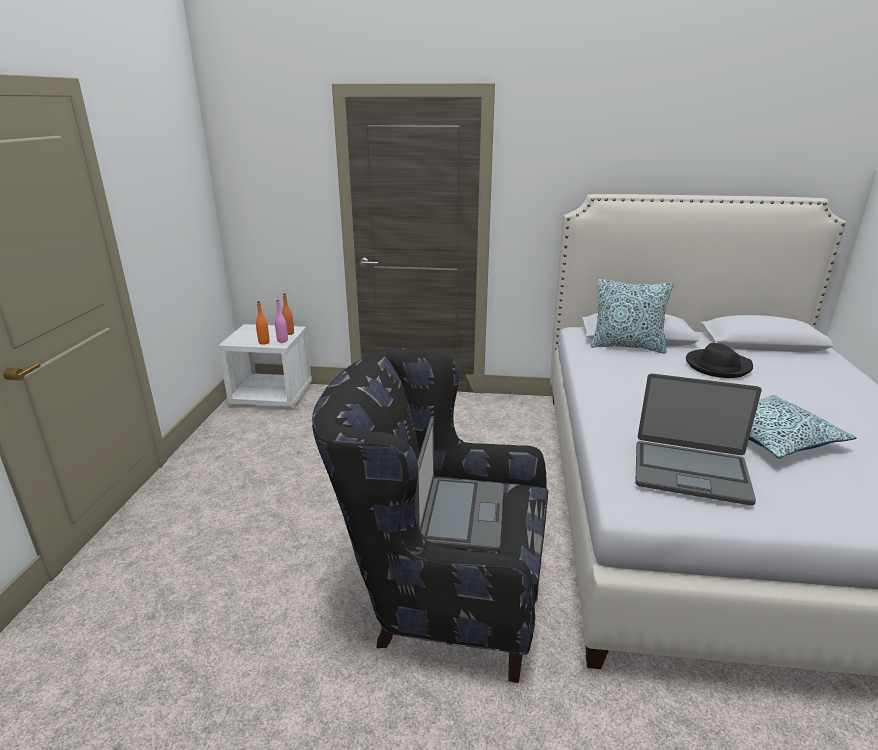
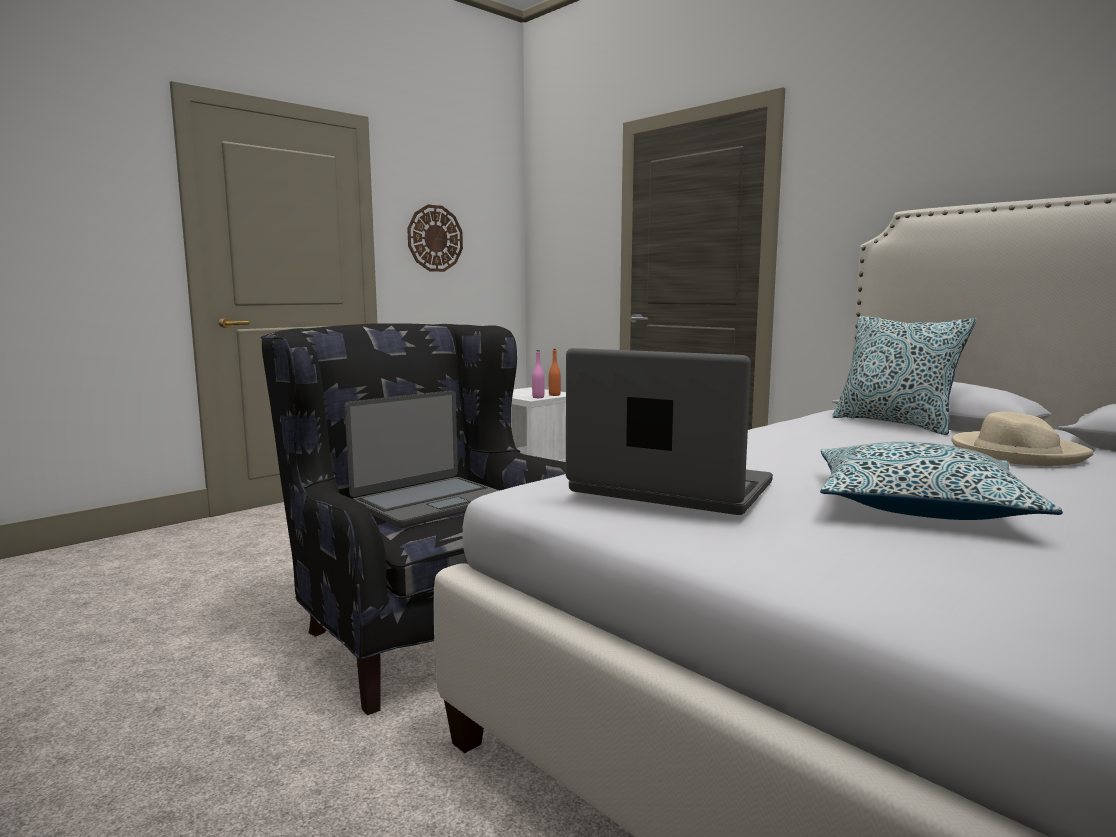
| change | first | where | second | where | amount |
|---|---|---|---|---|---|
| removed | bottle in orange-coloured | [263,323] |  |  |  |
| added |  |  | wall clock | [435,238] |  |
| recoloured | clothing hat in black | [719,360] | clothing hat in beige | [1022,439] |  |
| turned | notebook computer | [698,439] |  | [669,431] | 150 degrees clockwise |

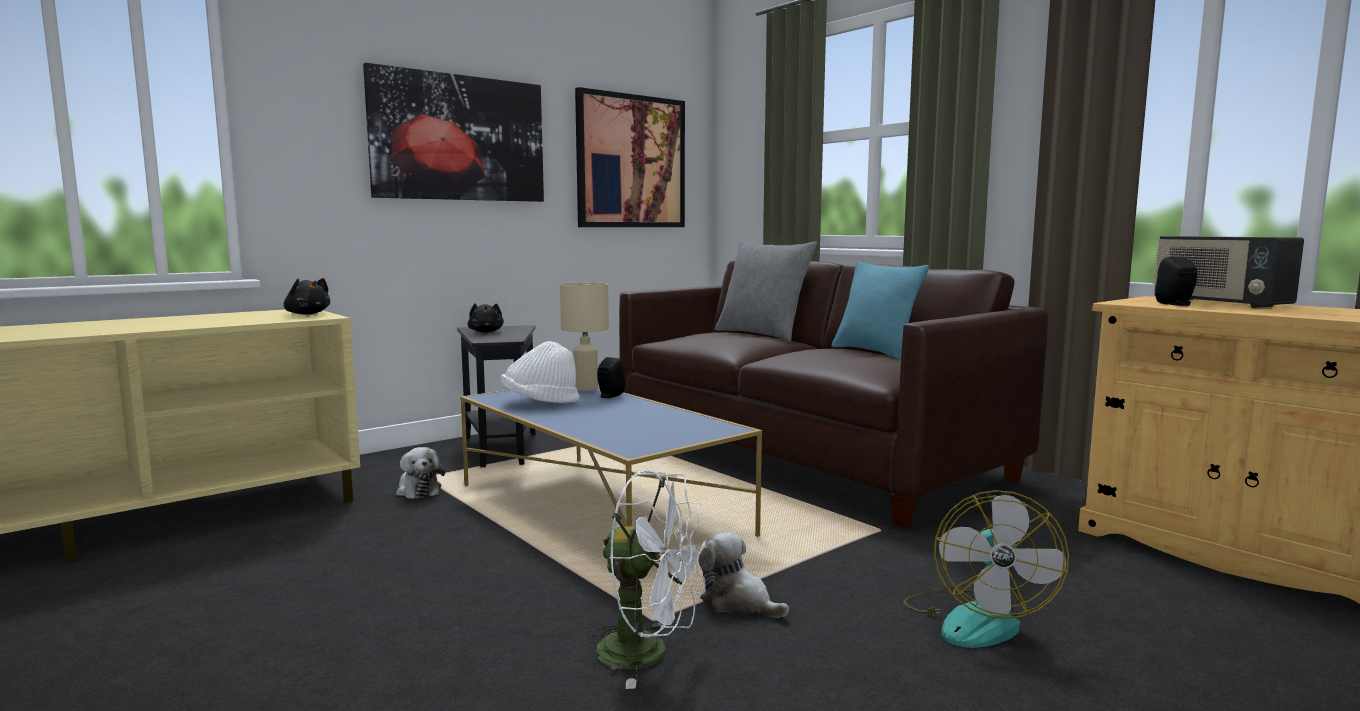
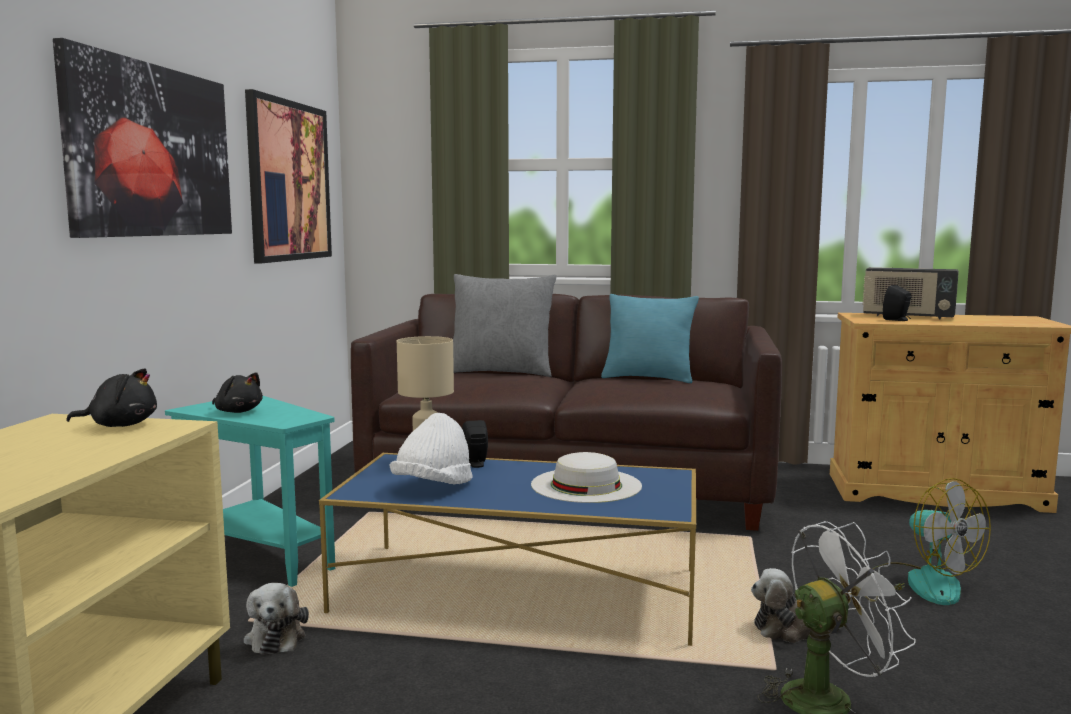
| change | first | where | second | where | amount |
|---|---|---|---|---|---|
| added |  |  | clothing hat in white | [586,477] |  |
| recoloured | accent table in black | [496,396] | accent table in turquoise | [250,491] |  |
| turned | plush toy | [420,473] |  | [276,619] | 60 degrees clockwise |

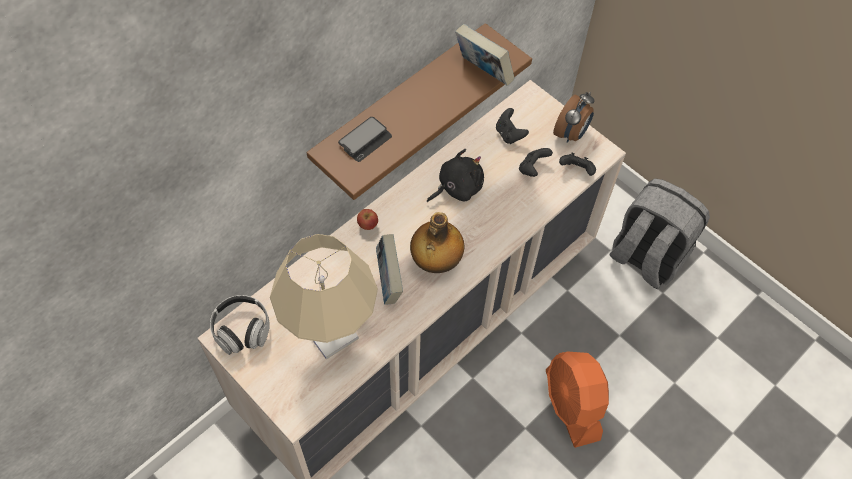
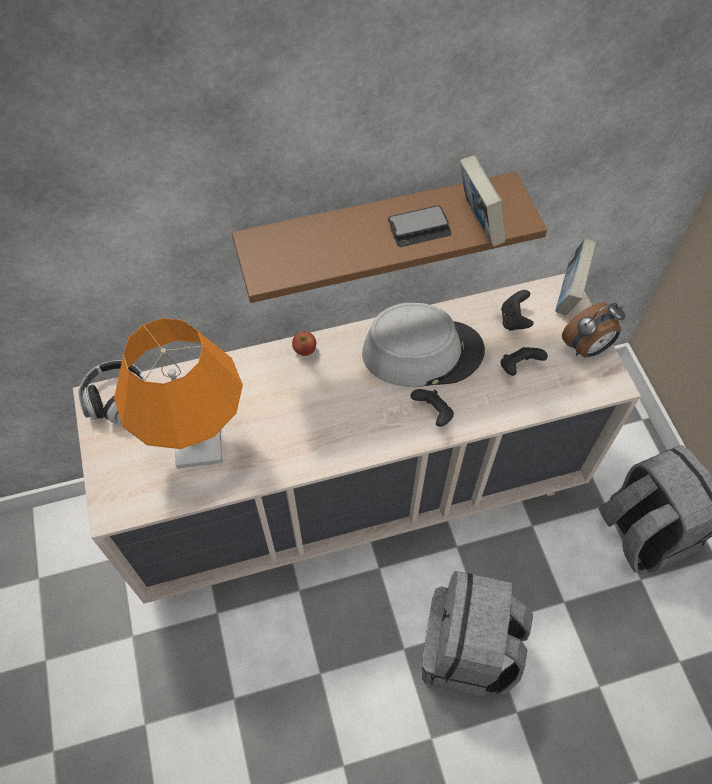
| change | first | where | second | where | amount |
|---|---|---|---|---|---|
| removed | bottle | [437,242] |  |  |  |
| moved | phone | [365,139] |  | [419,226] |  |
| moved | bound book | [389,269] |  | [575,277] |  |
| moved | game controller in black | [577,164] |  | [432,408] |  |
| replaced | plush toy in black | [455,175] | clothing hat in greyish | [423,344] |  |
| replaced | fan in orange-coloured | [577,399] | knapsack in greyish | [477,634] |  |
| recoloured | lamp for a table in beige | [324,296] | lamp for a table in orange-coloured | [178,393] |  |

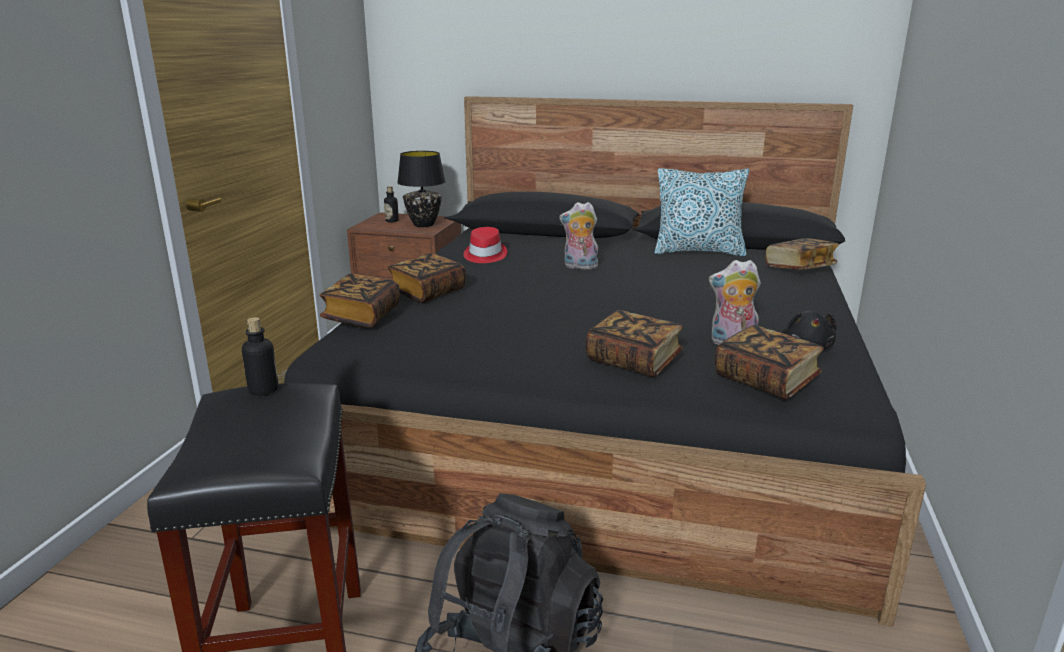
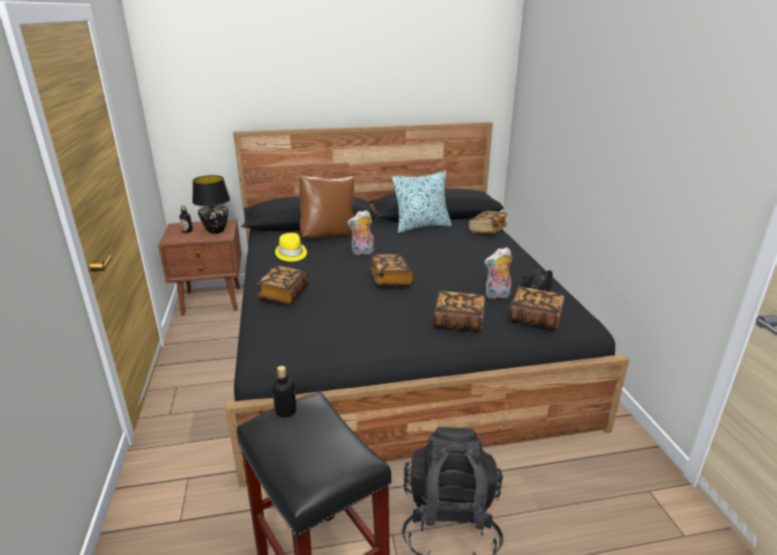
| change | first | where | second | where | amount |
|---|---|---|---|---|---|
| added |  |  | throw pillow in brown-coloured | [326,206] |  |
| moved | bound book | [359,301] |  | [392,270] |  |
| recoloured | clothing hat in reddish | [485,245] | clothing hat in yellowish | [291,247] |  |

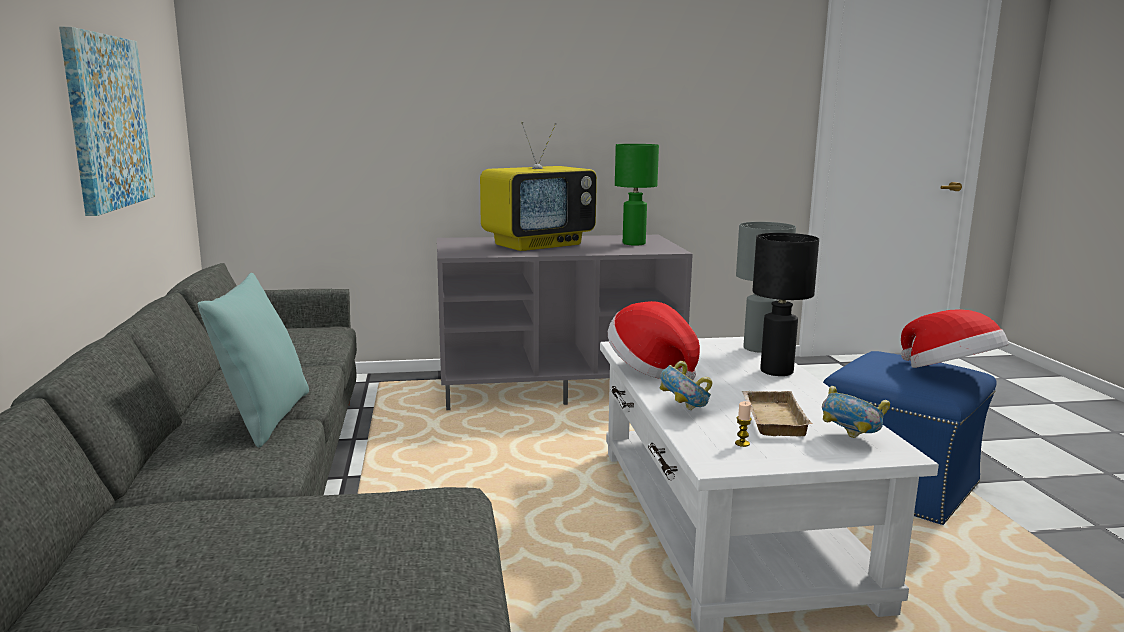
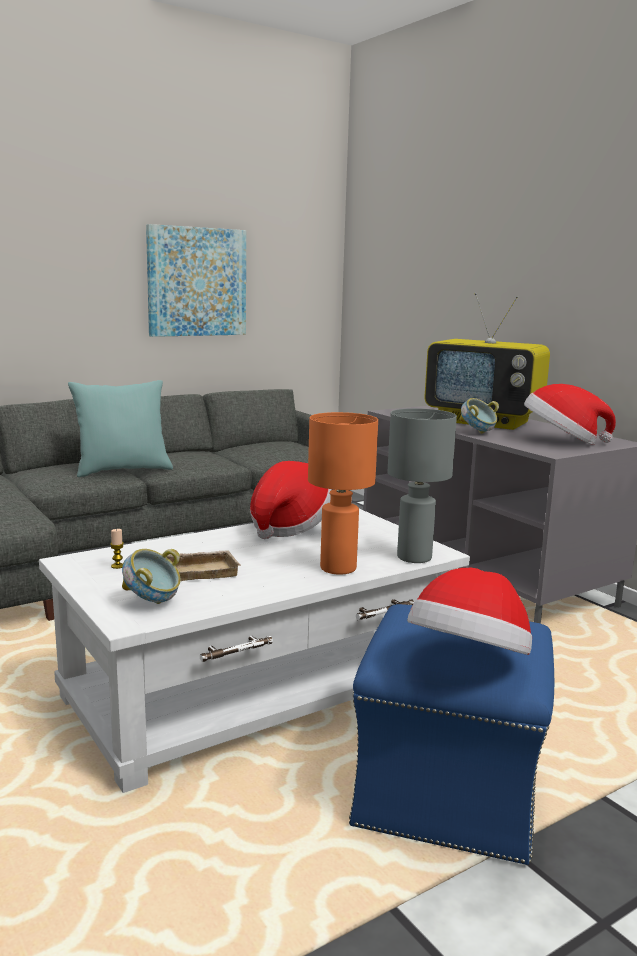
| change | first | where | second | where | amount |
|---|---|---|---|---|---|
| moved | bowl | [686,385] |  | [479,416] |  |
| replaced | lamp for a table in greenish | [637,195] | clothing hat | [570,414] |  |
| recoloured | lamp for a table in black | [786,304] | lamp for a table in orange-coloured | [343,493] |  |

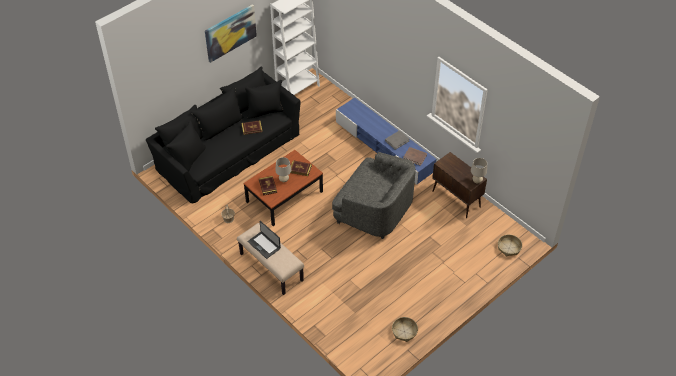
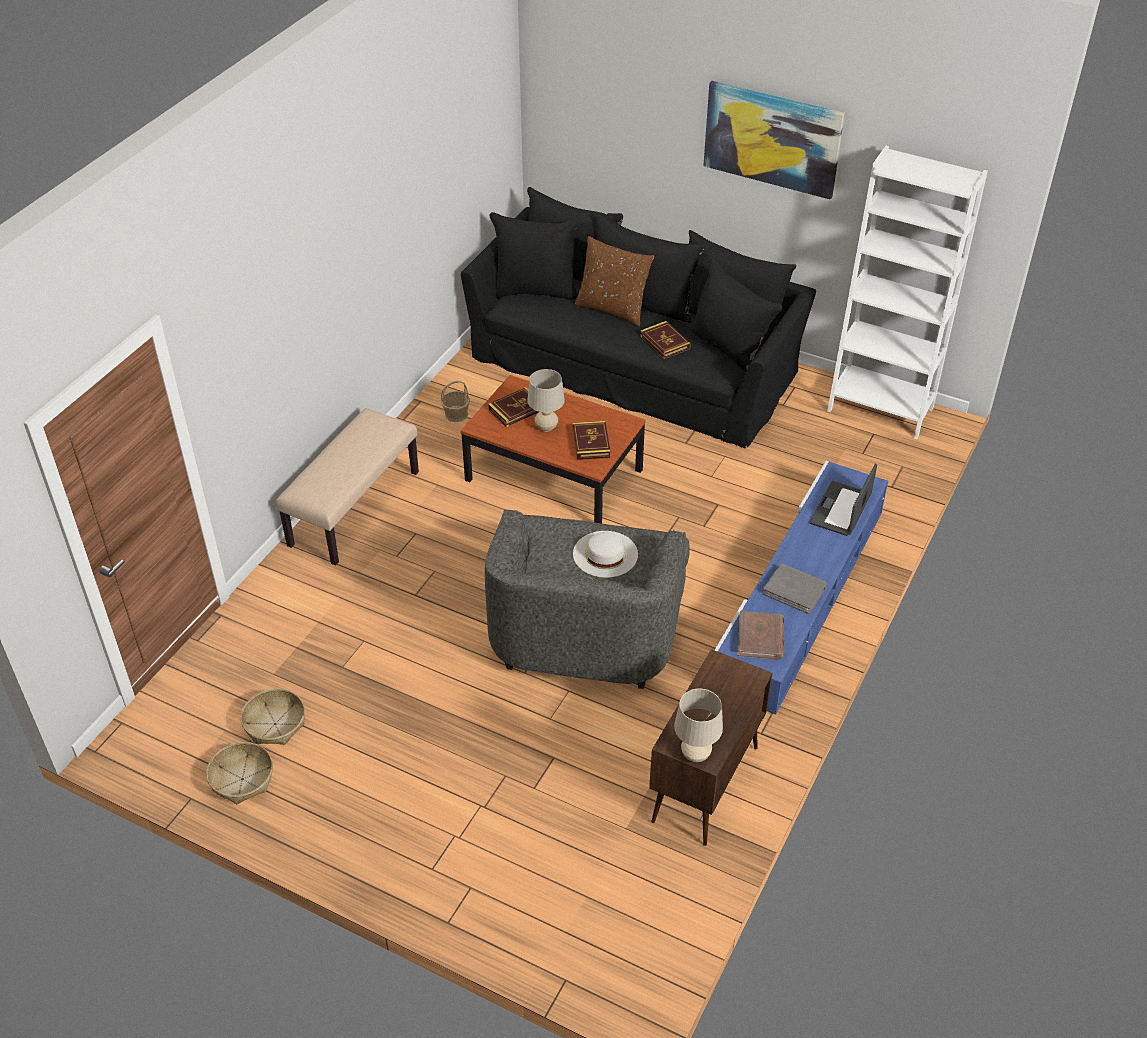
| change | first | where | second | where | amount |
|---|---|---|---|---|---|
| added |  |  | clothing hat in white | [605,554] |  |
| added |  |  | throw pillow in brown-coloured | [614,281] |  |
| moved | notebook computer | [264,240] |  | [843,500] |  |
| moved | storage basket | [510,245] |  | [273,717] |  |

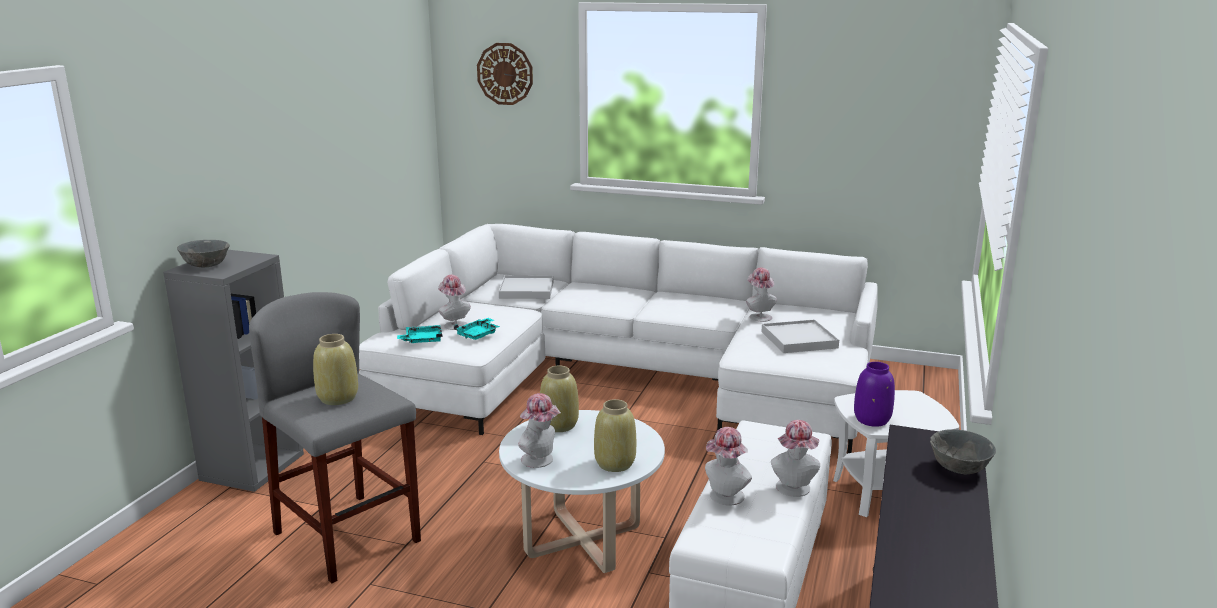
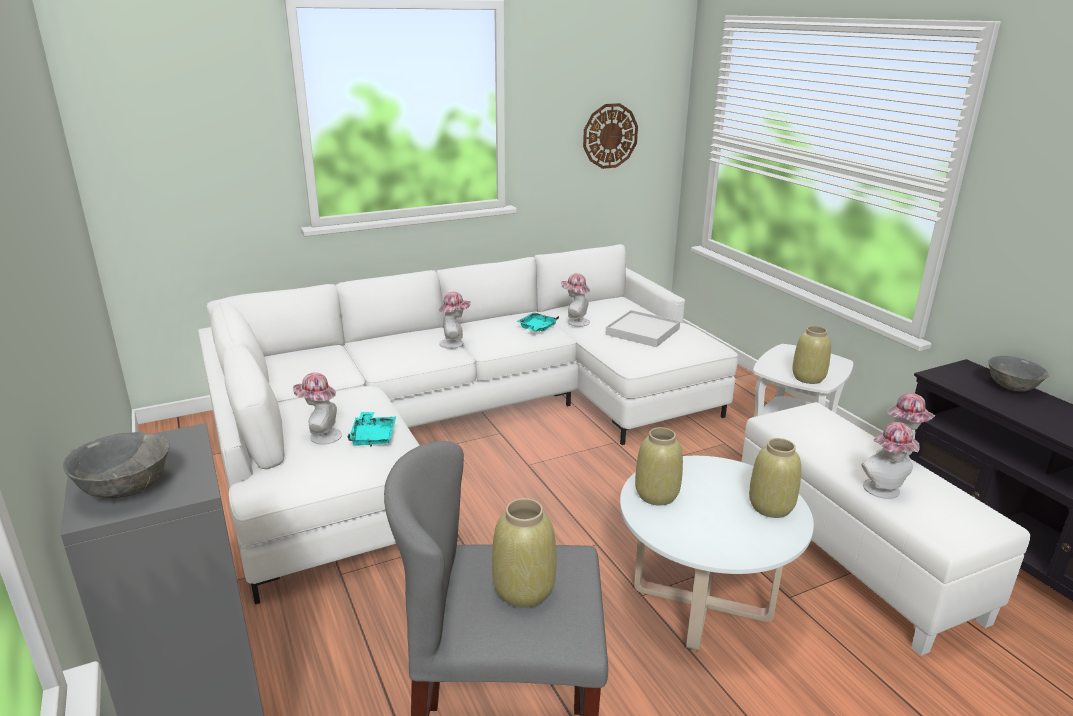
| change | first | where | second | where | amount |
|---|---|---|---|---|---|
| removed | serving tray in white | [526,287] |  |  |  |
| moved | serving tray in turquoise | [420,334] |  | [537,322] |  |
| moved | wall clock | [505,74] |  | [610,136] |  |
| moved | clothing hat | [539,430] |  | [455,320] |  |
| recoloured | decorative vase in purple-coloured | [874,394] | decorative vase in beige | [811,355] |  |

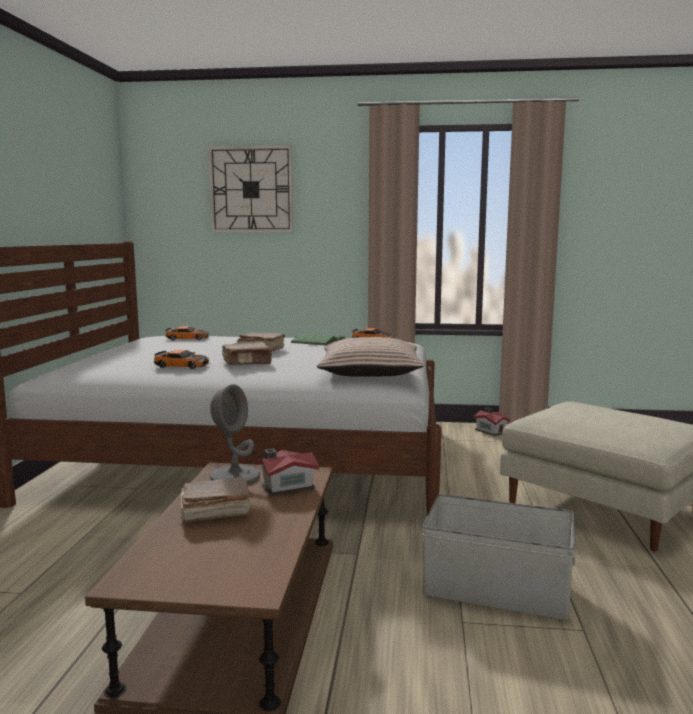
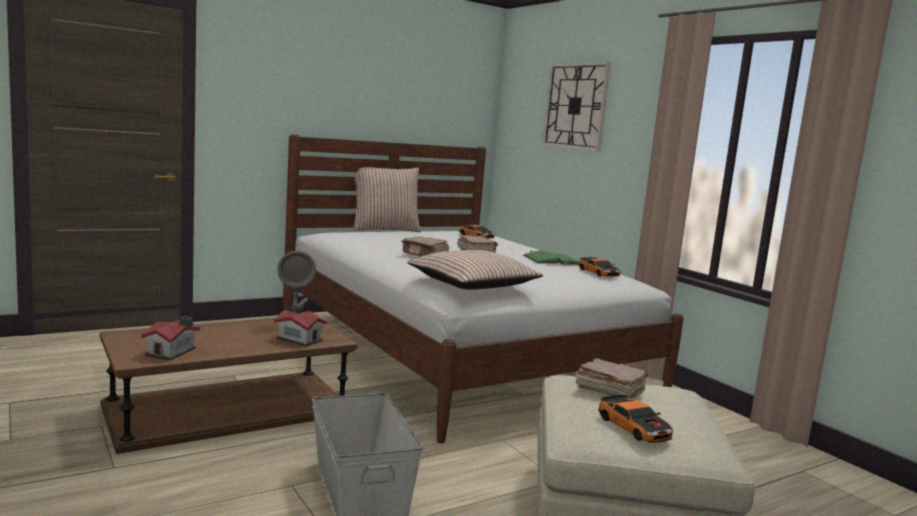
| change | first | where | second | where | amount |
|---|---|---|---|---|---|
| added |  |  | throw pillow | [387,199] |  |
| moved | model car | [181,359] |  | [636,419] |  |
| moved | bound book in brown-coloured | [215,500] |  | [612,378] |  |
| moved | miniature house | [491,421] |  | [170,338] |  |

